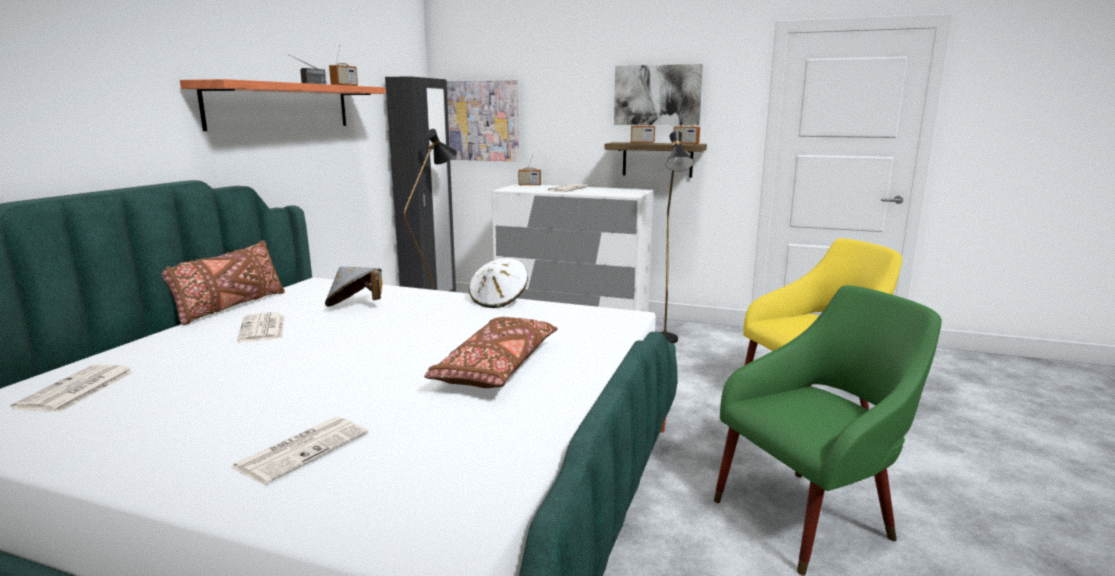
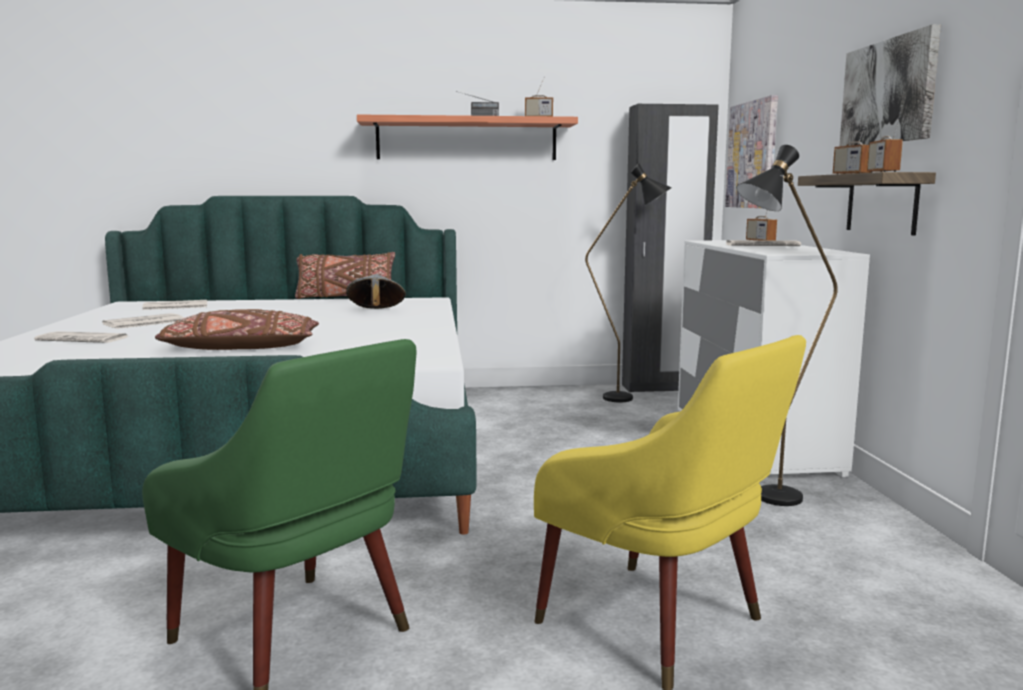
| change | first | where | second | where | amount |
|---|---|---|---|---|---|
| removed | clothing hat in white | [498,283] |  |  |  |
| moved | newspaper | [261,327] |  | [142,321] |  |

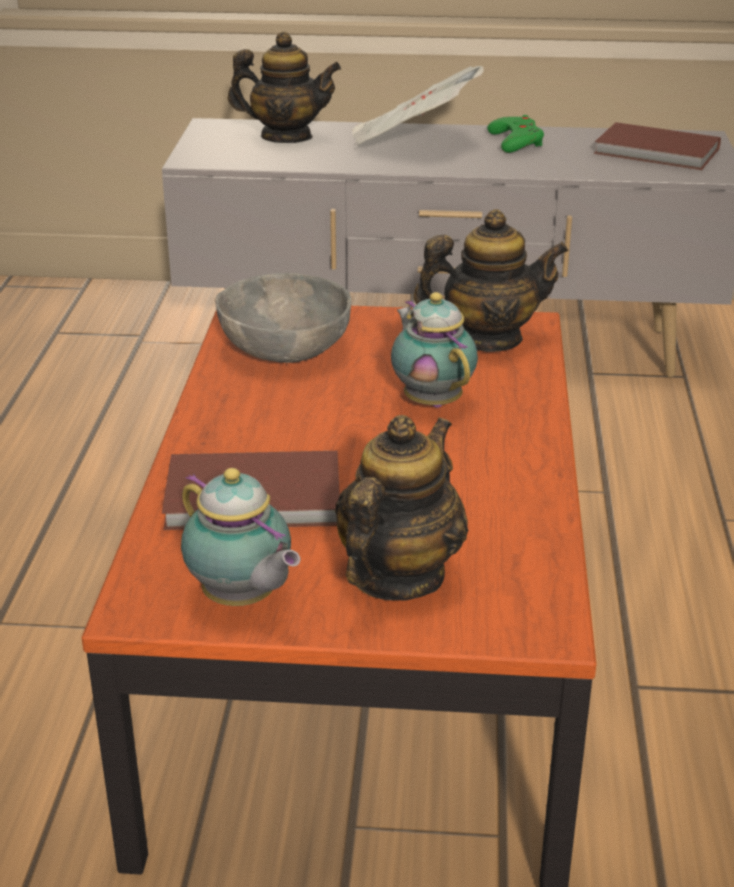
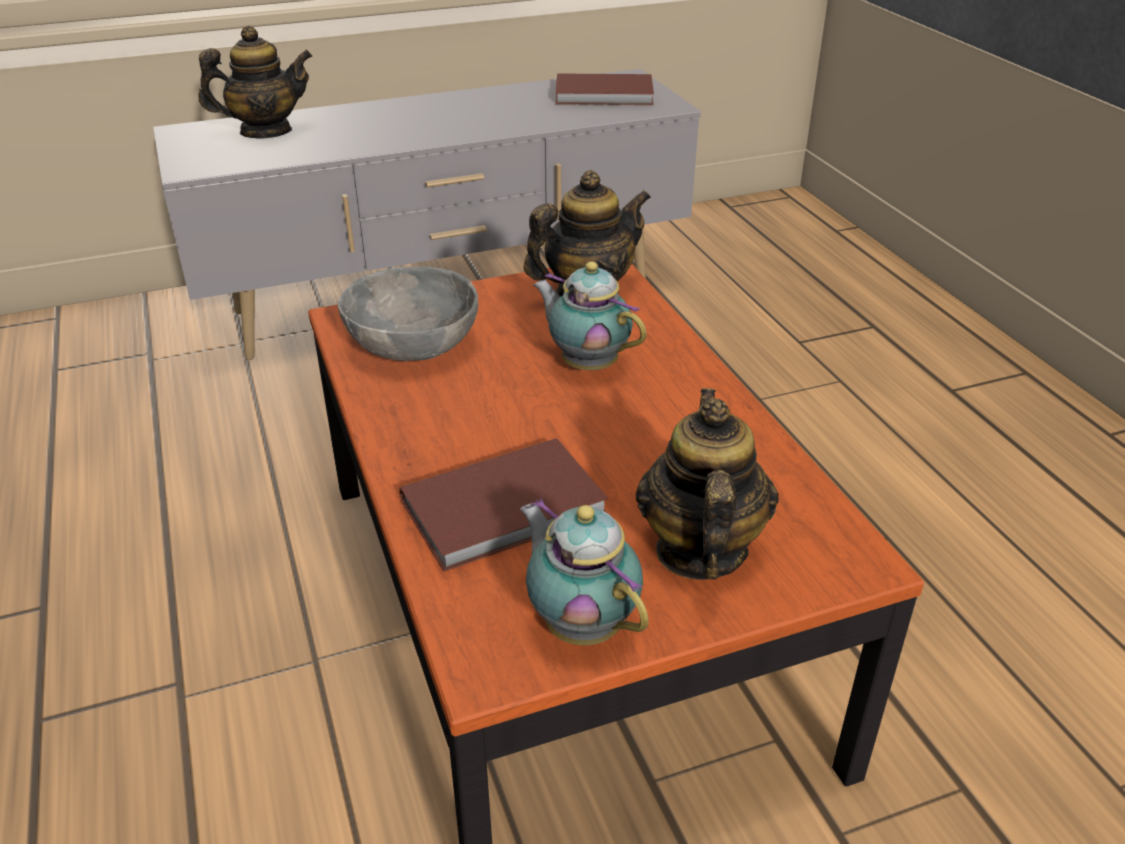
| change | first | where | second | where | amount |
|---|---|---|---|---|---|
| removed | newspaper | [418,105] |  |  |  |
| removed | game controller in greenish | [515,134] |  |  |  |
| turned | tea pot | [241,537] |  | [584,572] | 150 degrees counterclockwise |

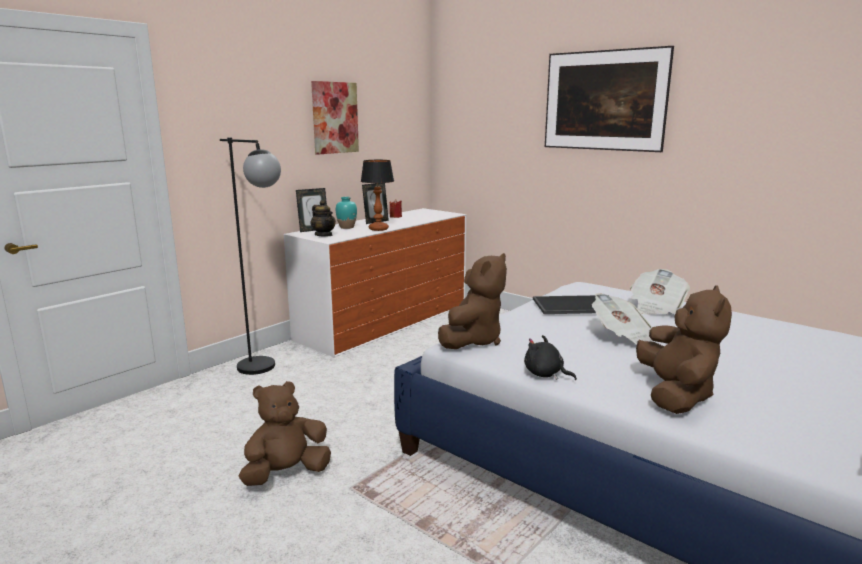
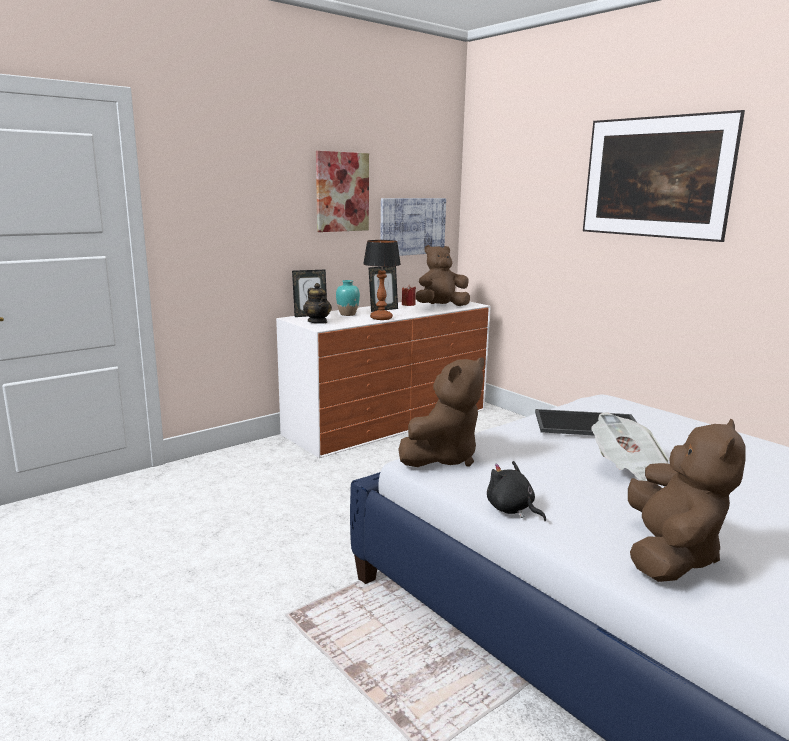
| change | first | where | second | where | amount |
|---|---|---|---|---|---|
| removed | standing lamp in black | [250,256] |  |  |  |
| removed | newspaper | [660,292] |  |  |  |
| added |  |  | wall art | [413,227] |  |
| moved | plush toy in brown-coloured | [284,433] |  | [443,275] |  |

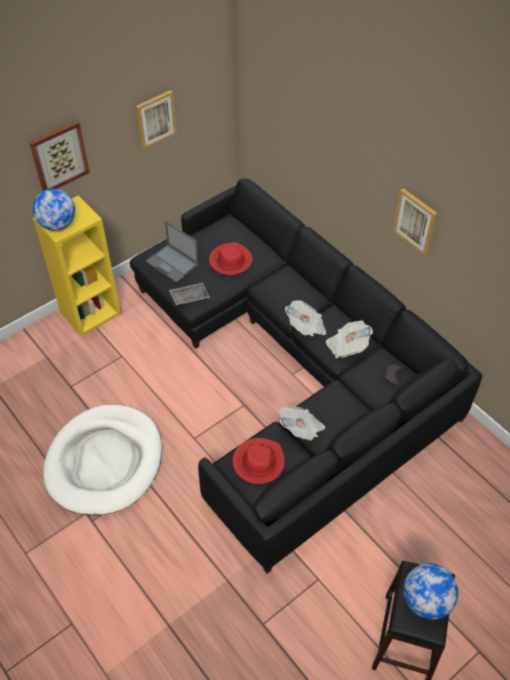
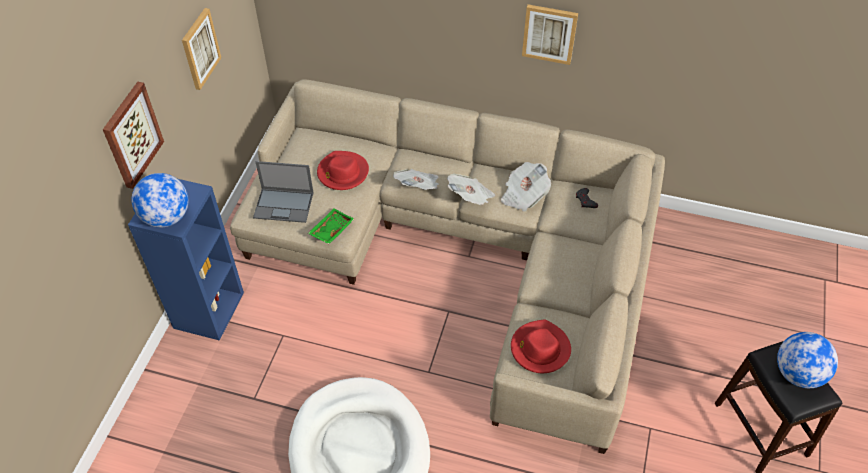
| change | first | where | second | where | amount |
|---|---|---|---|---|---|
| moved | newspaper | [302,423] |  | [416,179] |  |
| recoloured | shelving unit in yellowish | [77,265] | shelving unit in bluish | [186,260] |  |
| recoloured | settee in black | [306,376] | settee in beige | [447,266] |  |
| recoloured | serving tray in greyish | [189,294] | serving tray in greenish | [331,226] |  |

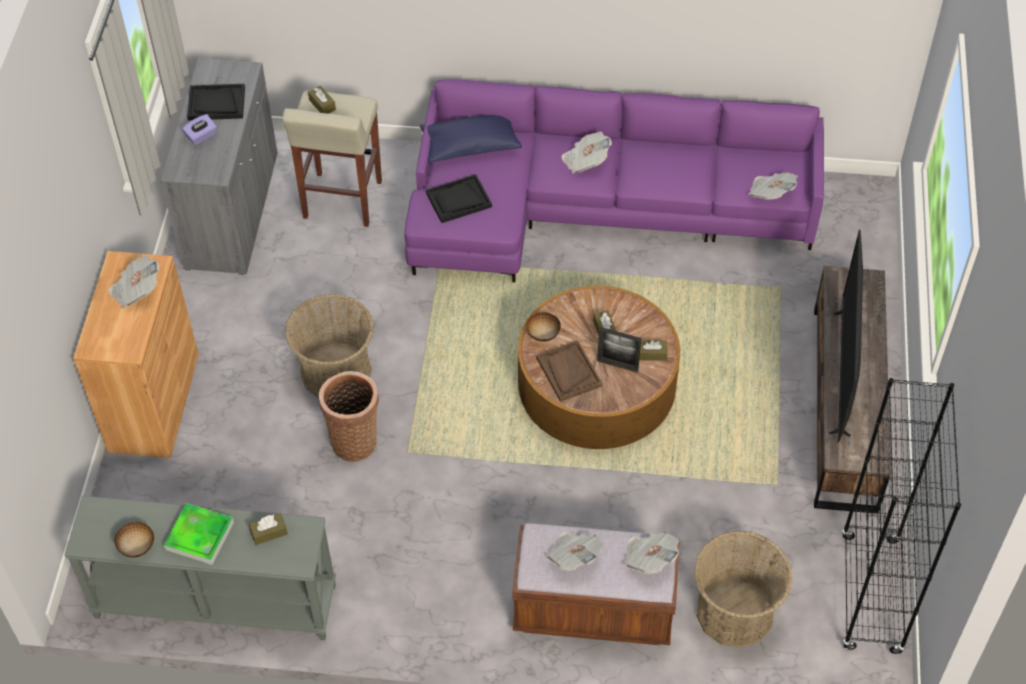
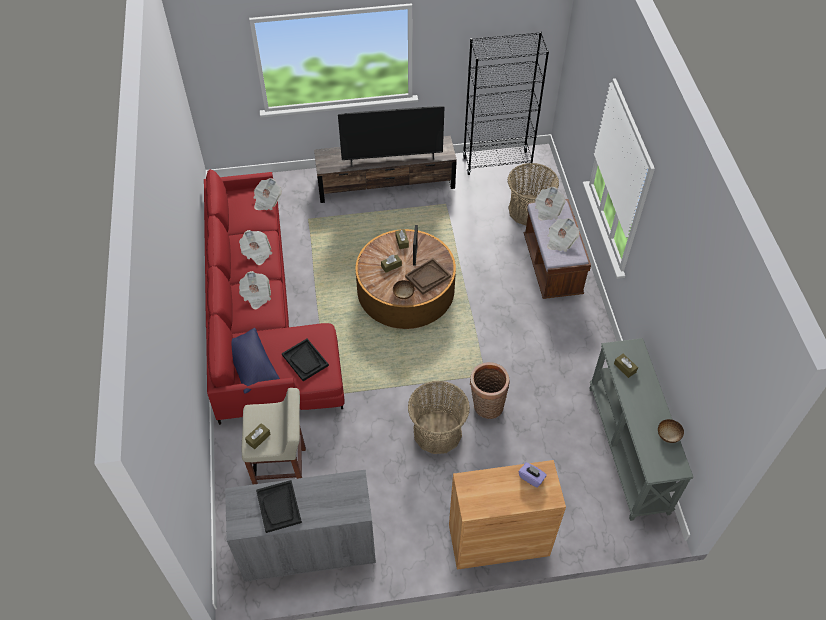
| change | first | where | second | where | amount |
|---|---|---|---|---|---|
| removed | serving tray | [199,534] |  |  |  |
| moved | newspaper | [134,281] |  | [255,247] |  |
| moved | box of tissues in purple-coloured | [199,129] |  | [533,475] |  |
| recoloured | settee in purple-coloured | [614,180] | settee in reddish | [274,297] |  |

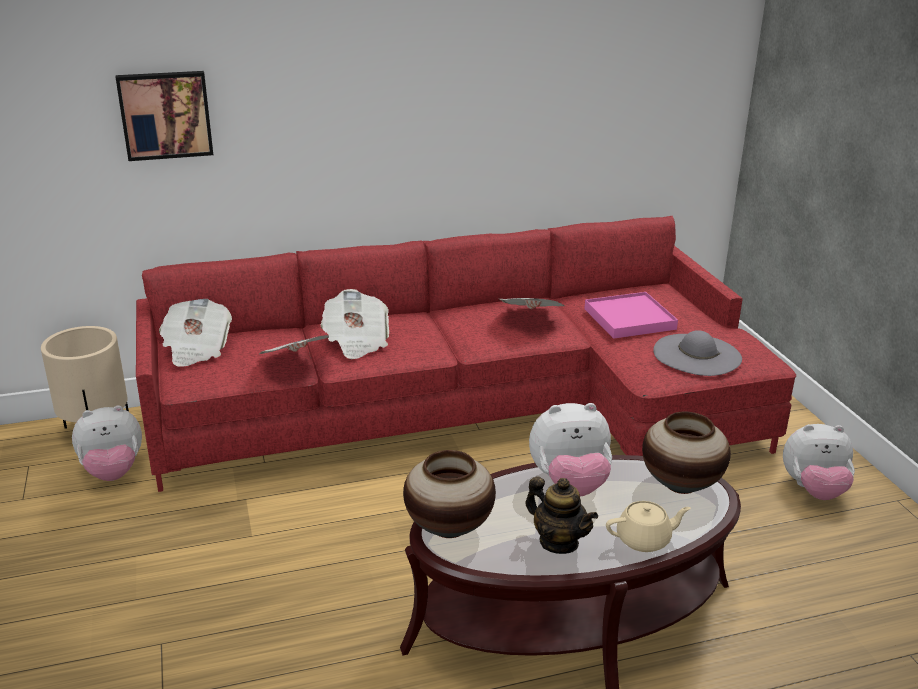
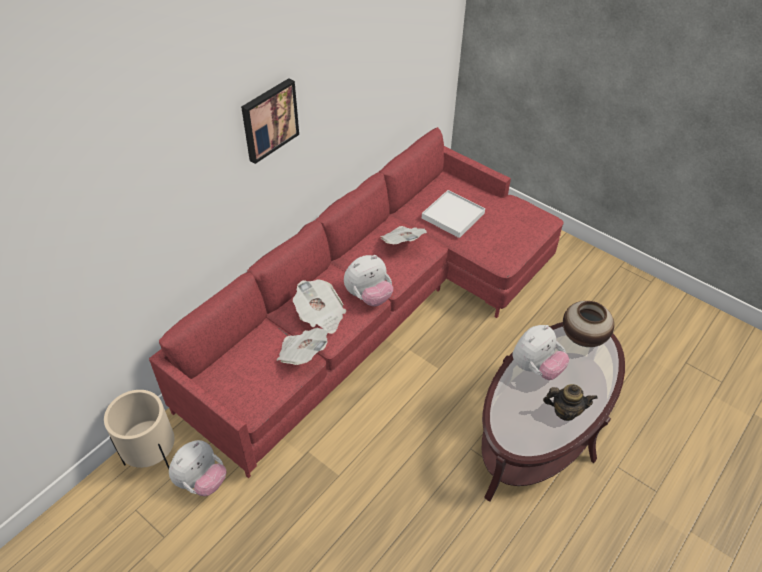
| change | first | where | second | where | amount |
|---|---|---|---|---|---|
| removed | newspaper | [195,333] |  |  |  |
| removed | decorative vase | [449,494] |  |  |  |
| removed | tea pot in beige | [648,526] |  |  |  |
| removed | clothing hat in greyish | [697,353] |  |  |  |
| moved | wall art | [164,116] |  | [270,121] |  |
| moved | plush toy | [819,462] |  | [368,280] |  |
| recoloured | serving tray in pink-coloured | [631,315] | serving tray in white | [453,214] |  |

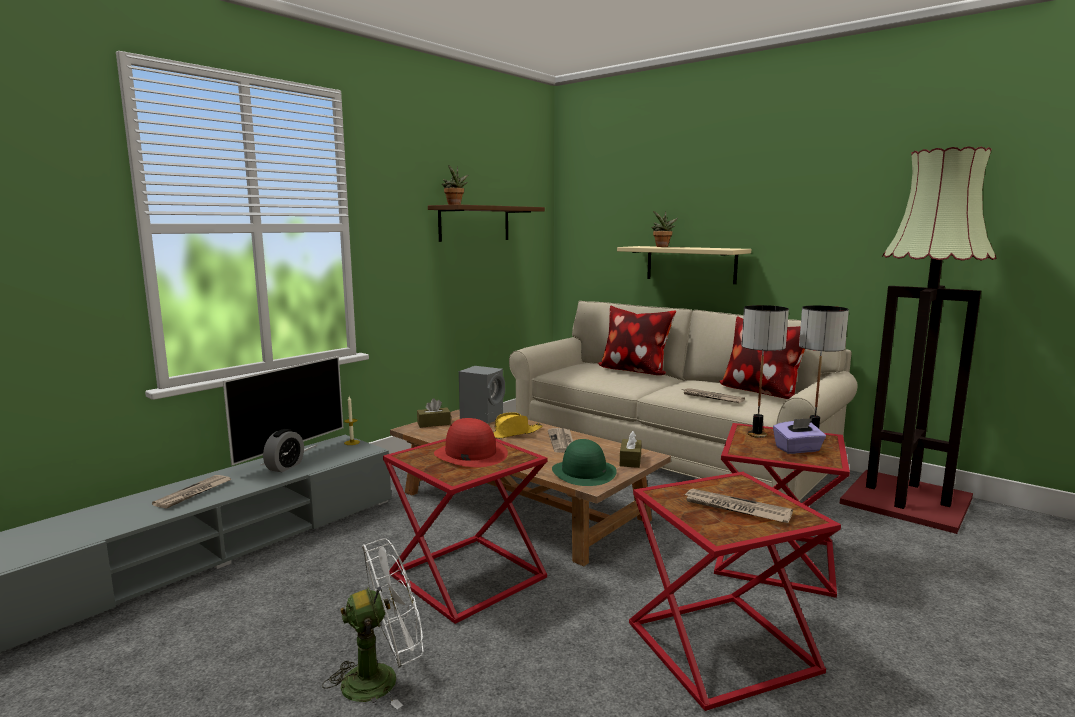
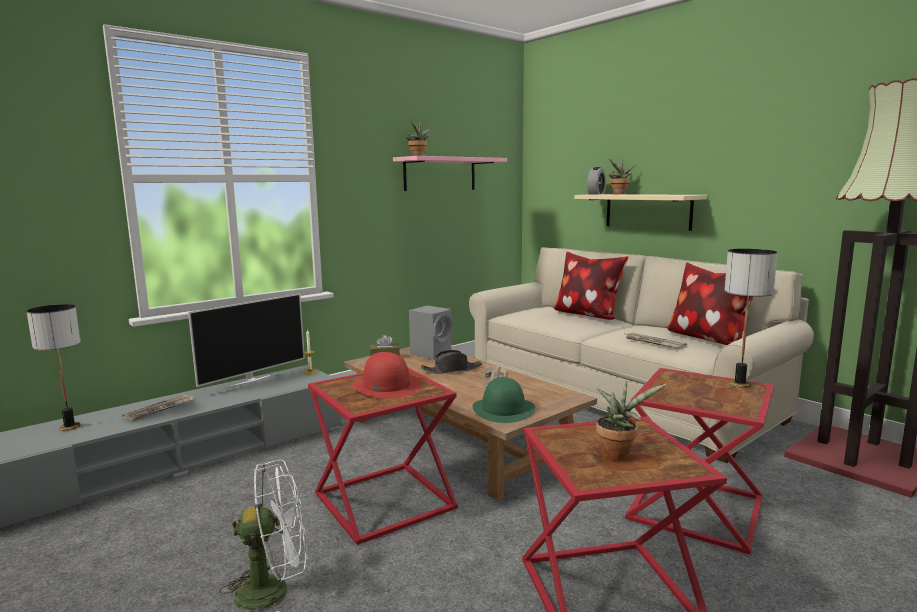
| change | first | where | second | where | amount |
|---|---|---|---|---|---|
| removed | box of tissues in brown-coloured | [631,449] |  |  |  |
| removed | box of tissues in purple-coloured | [799,436] |  |  |  |
| moved | bedside clock | [283,450] |  | [596,181] |  |
| moved | lamp for a table | [765,371] |  | [54,367] |  |
| replaced | newspaper | [738,505] | houseplant | [631,420] |  |
| recoloured | wall shelf in brown-coloured | [486,223] | wall shelf in pink-coloured | [450,173] |  |
| recoloured | clothing hat in yellowish | [517,425] | clothing hat in black | [451,362] |  |

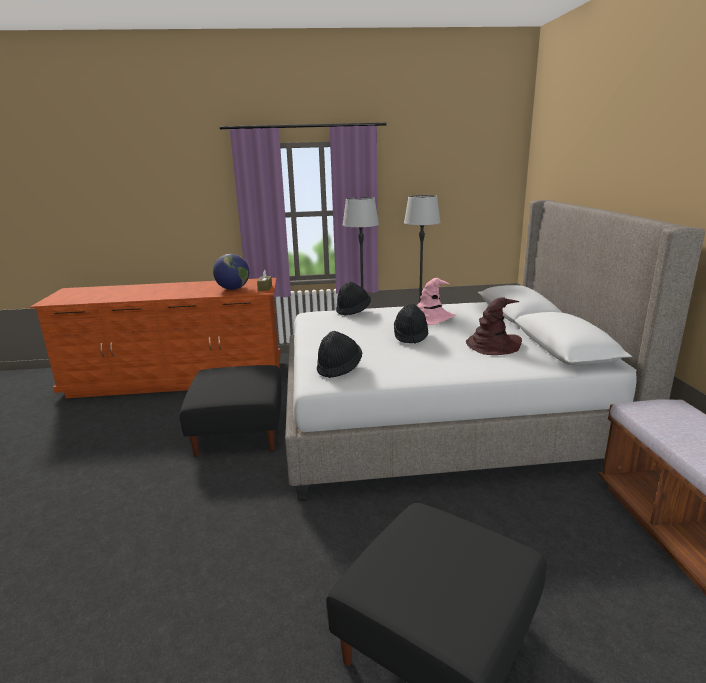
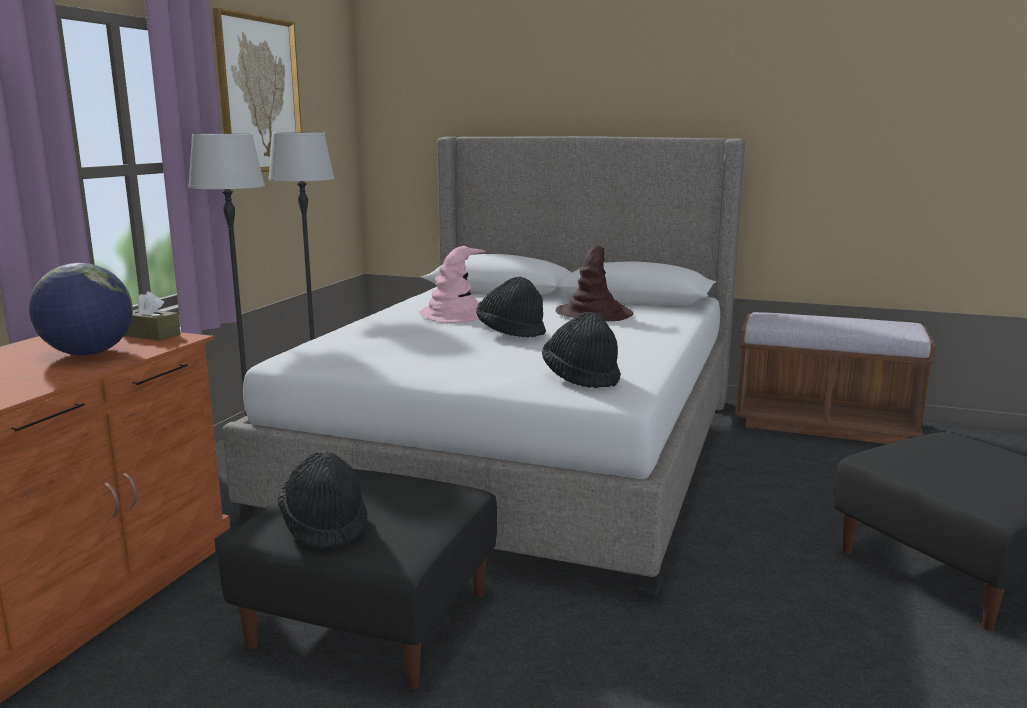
| change | first | where | second | where | amount |
|---|---|---|---|---|---|
| added |  |  | wall art | [257,90] |  |
| moved | clothing hat in black | [353,298] |  | [323,500] |  |

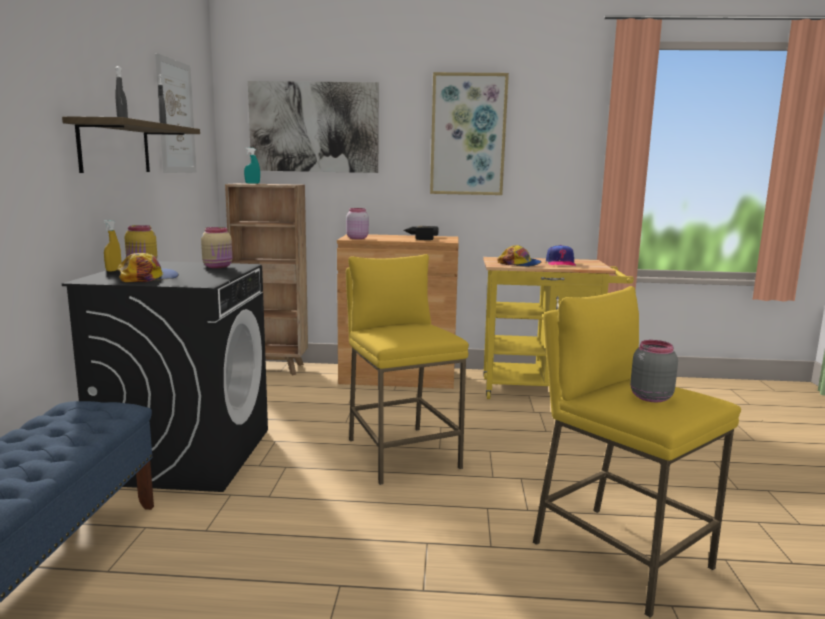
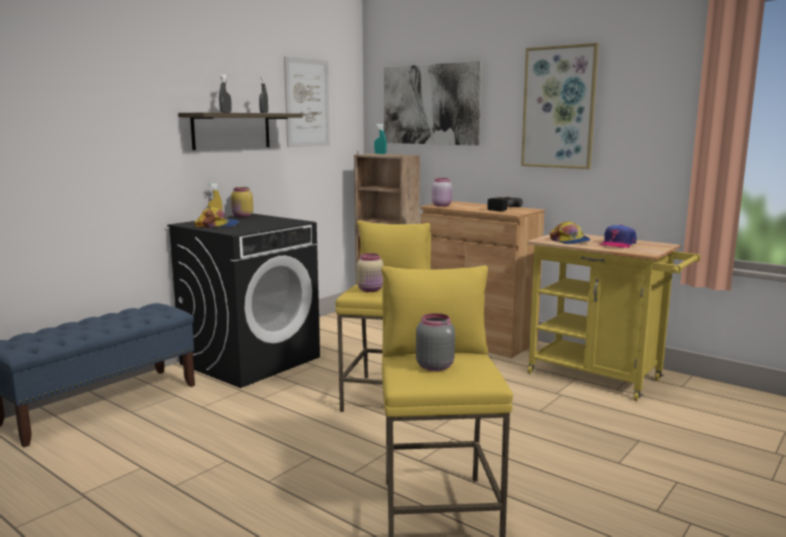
| change | first | where | second | where | amount |
|---|---|---|---|---|---|
| moved | preserve jar in beige | [216,247] |  | [370,272] |  |

